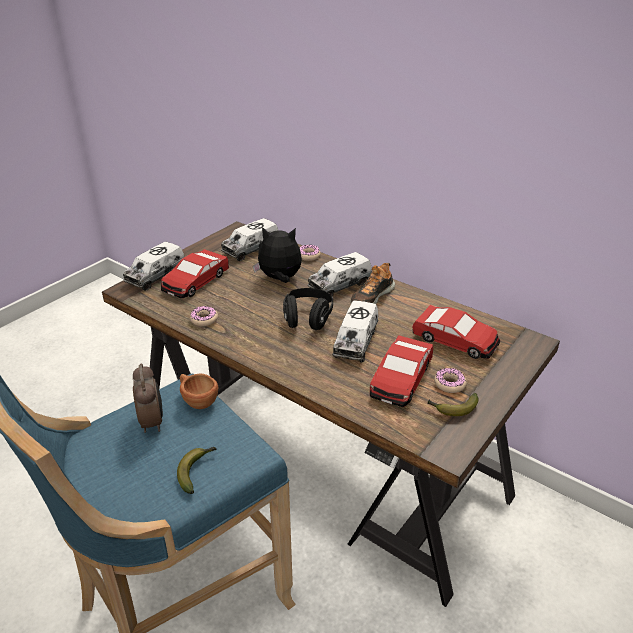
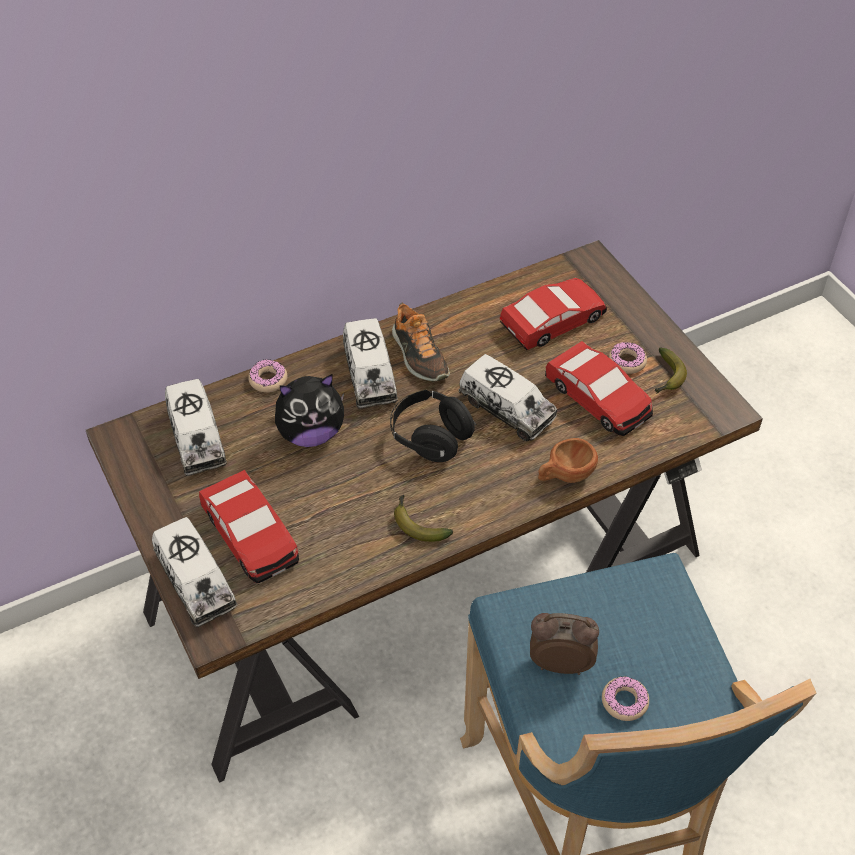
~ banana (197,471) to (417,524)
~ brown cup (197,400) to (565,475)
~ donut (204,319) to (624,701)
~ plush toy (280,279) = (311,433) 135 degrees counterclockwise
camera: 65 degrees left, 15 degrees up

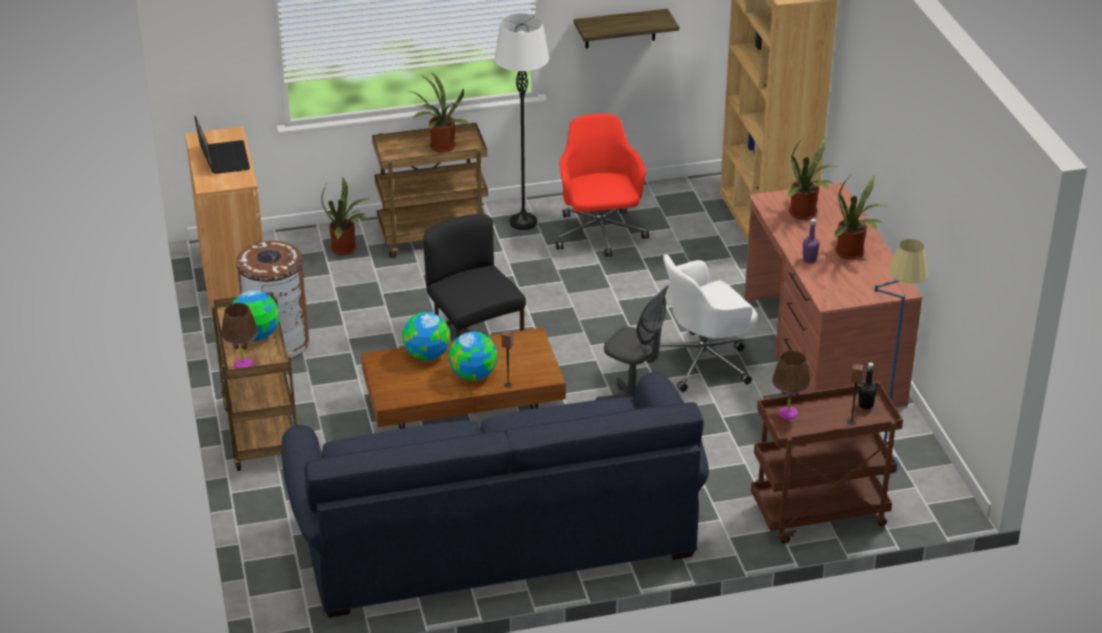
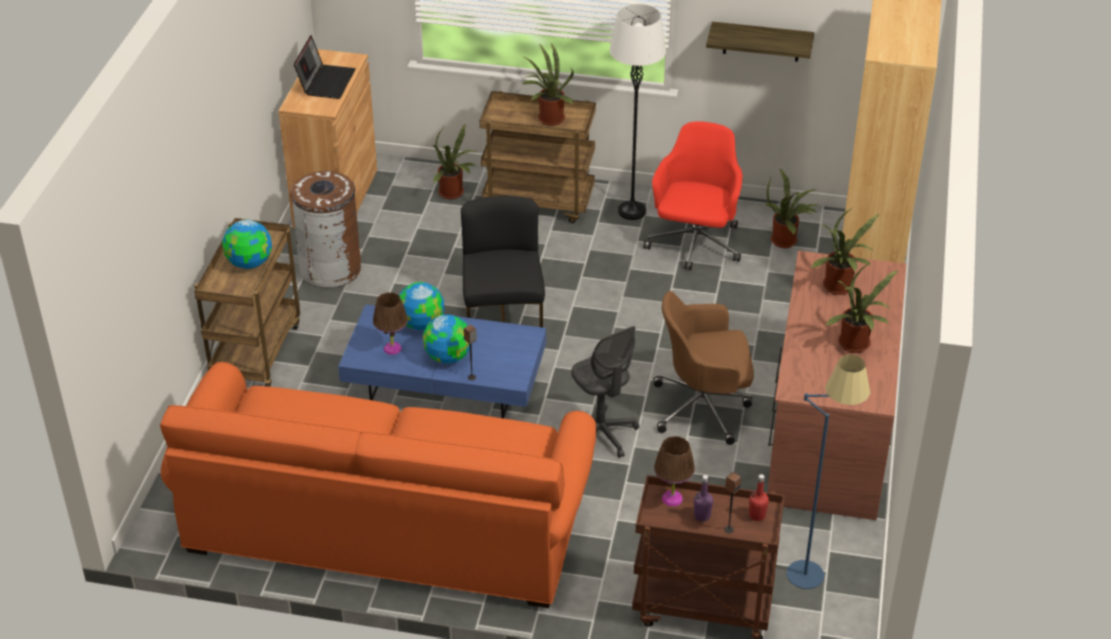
+ potted plant (786,241)
~ brown table lamp (243,364) to (392,349)
~ purple bottle (809,260) to (702,516)
~ blue sofa (496,536) to orange sofa (385,523)
~ brown coffee table (463,409) to blue coffee table (444,385)
~ white office chair (704,361) to brown office chair (703,407)
~ black bottle (865,405) to red bottle (757,515)
camera: 25 degrees right, 5 degrees up

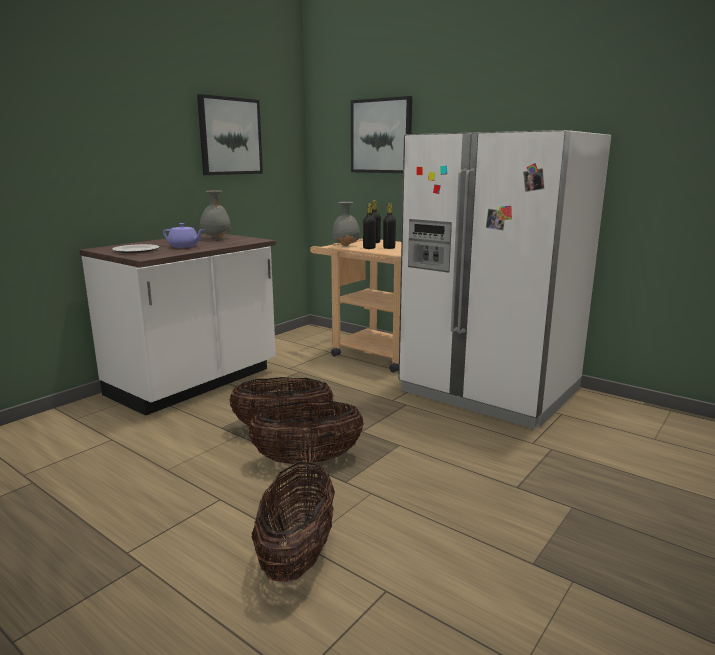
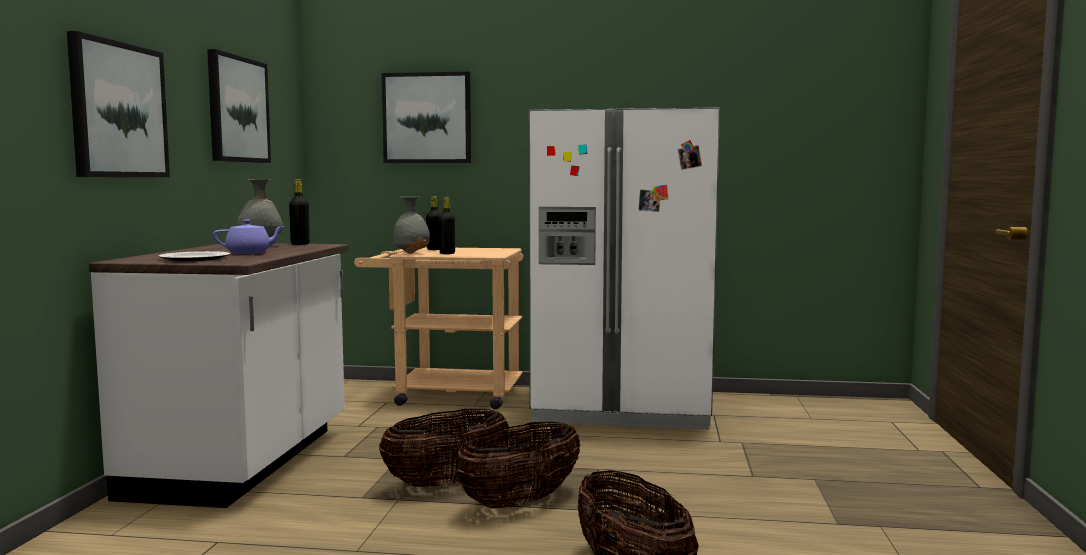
+ picture (118,110)
~ black bottle (389,248) to (300,244)
camera: 30 degrees left, 10 degrees down

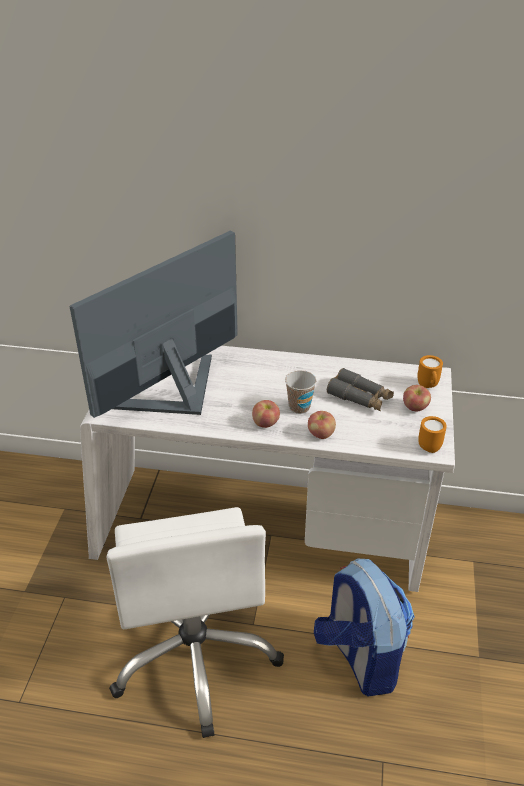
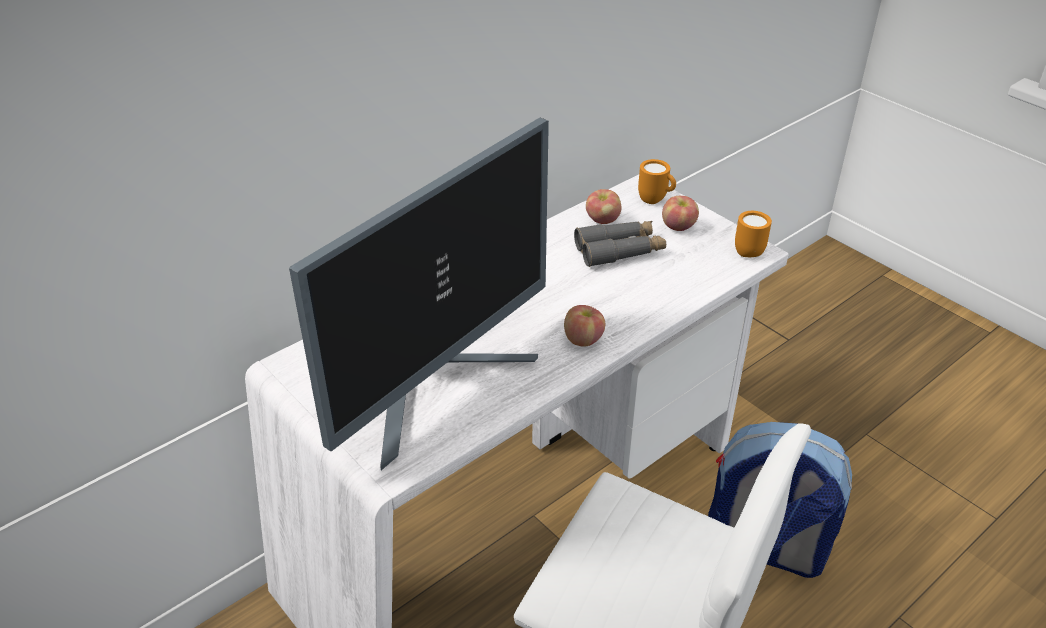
- cup (299,407)
~ apple (321,434) to (603,220)
~ monitor (175,395) = (438,386) 135 degrees counterclockwise
camera: 50 degrees left, 0 degrees up

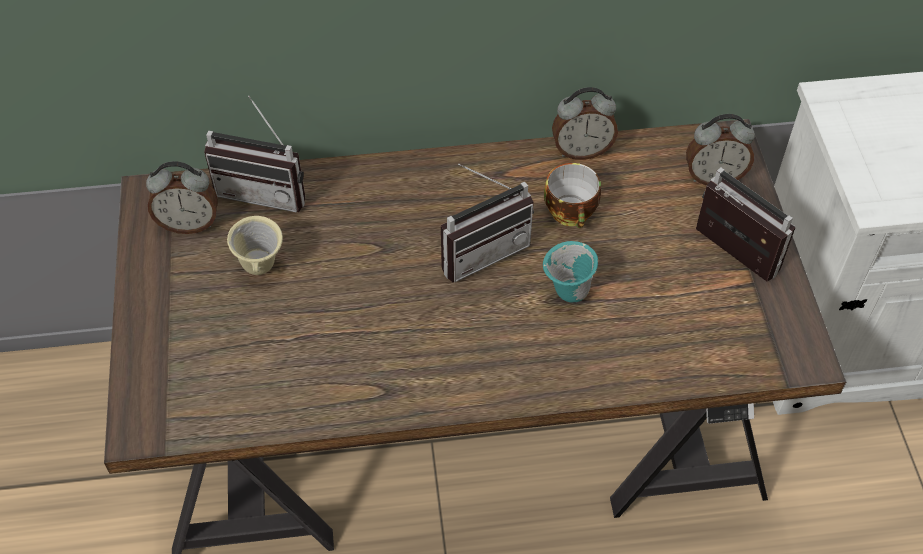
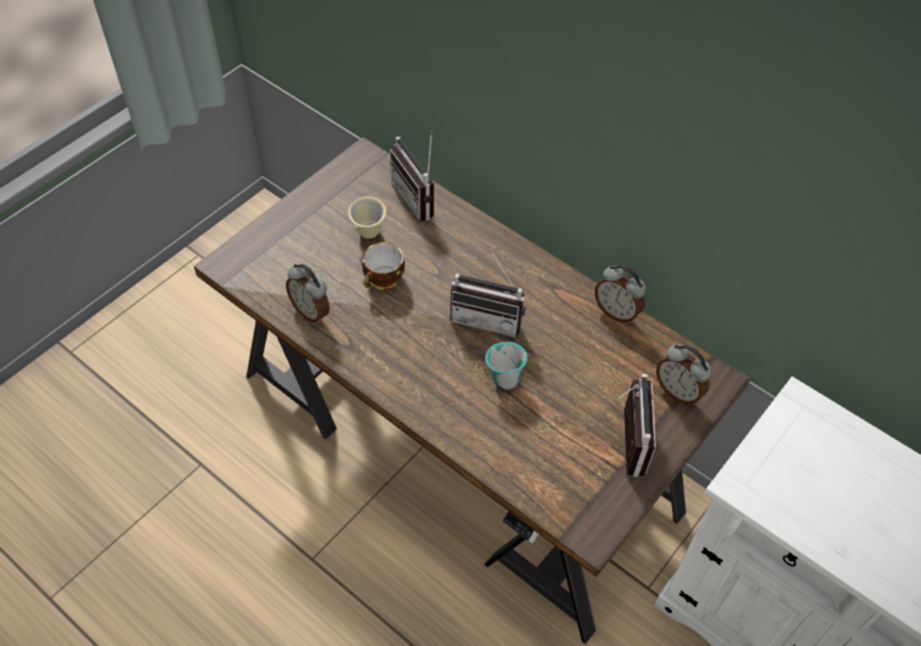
~ alarm clock (189,223) to (311,311)
~ cup (572,213) to (383,280)
camera: 45 degrees right, 0 degrees up

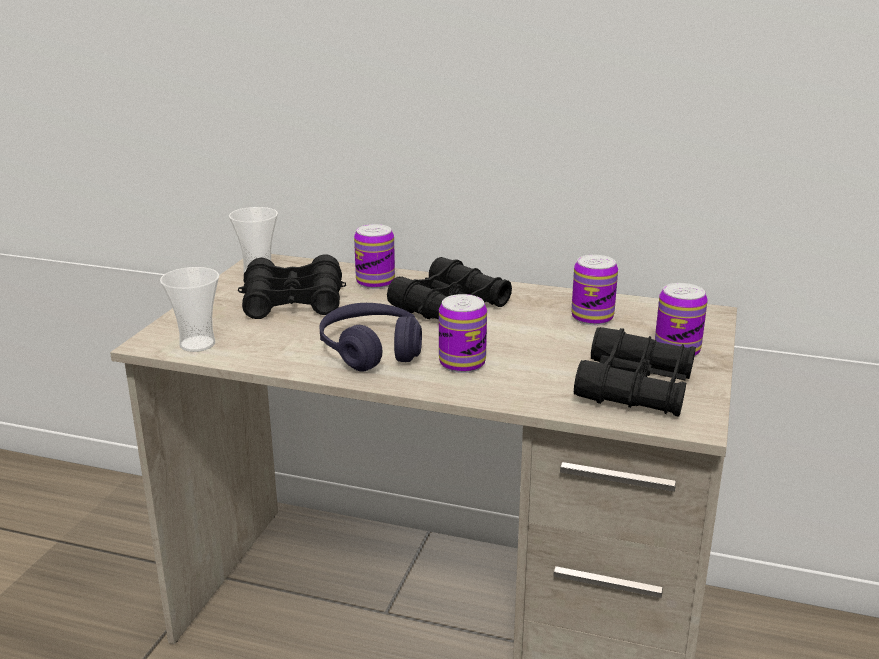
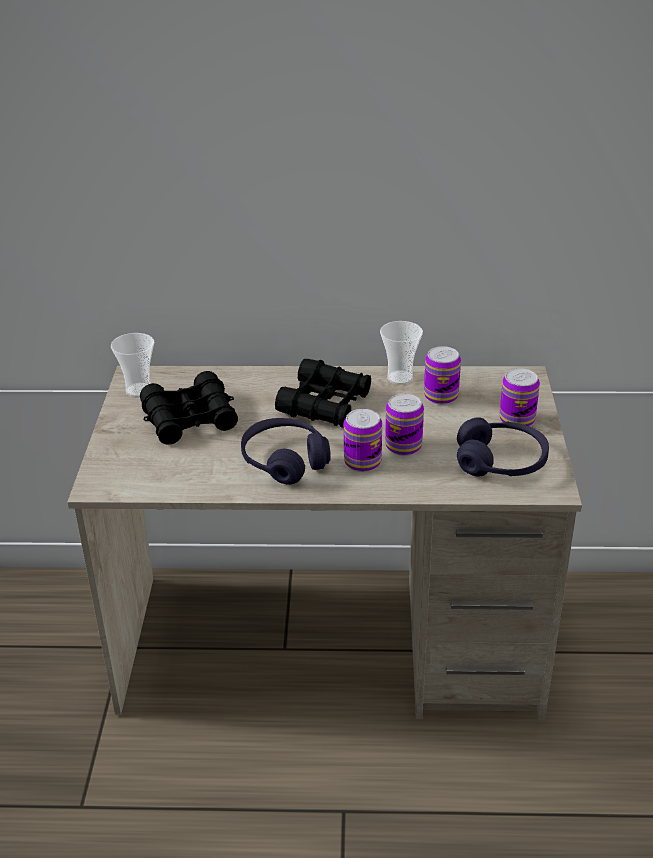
~ cup (197,344) to (400,378)
~ can (375,282) to (403,446)
~ black binoculars (635,387) to purple headphones (501,462)
camera: 15 degrees left, 10 degrees up

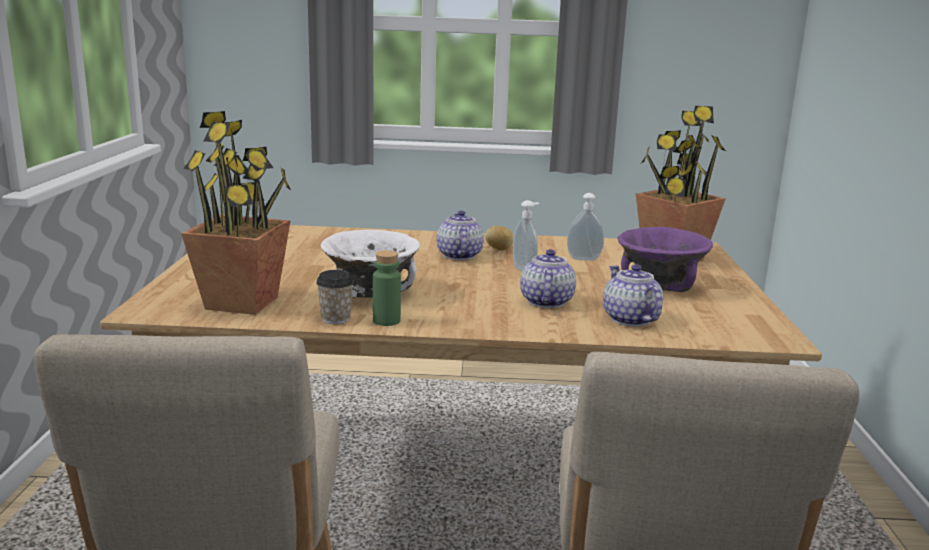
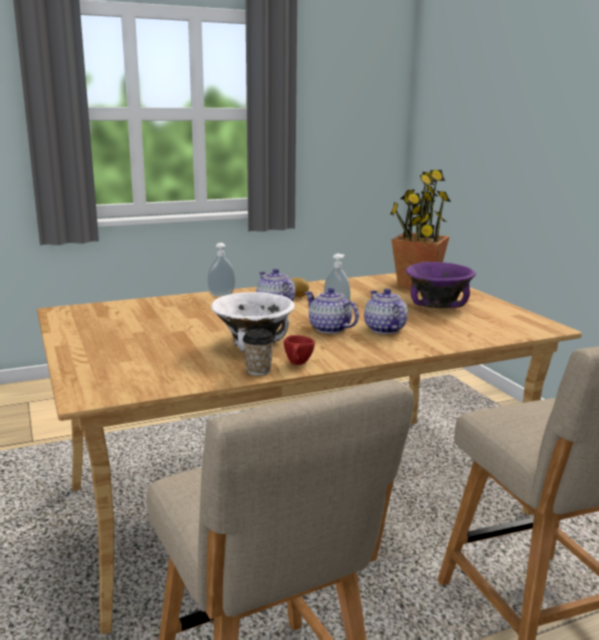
- potted plant (242,302)
~ soap dispenser (583,258) to (221,295)
~ teapot (629,319) to (329,329)
~ green bottle (386,321) to red cup (298,364)
camera: 25 degrees left, 0 degrees up

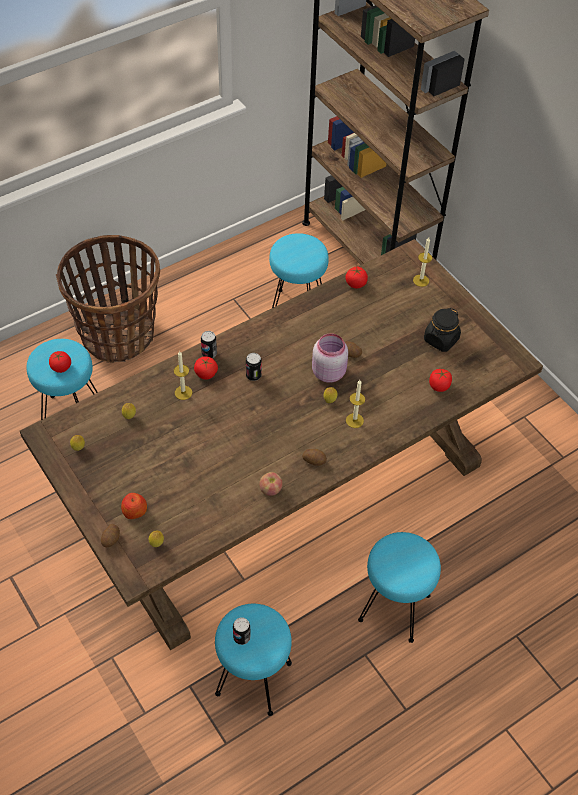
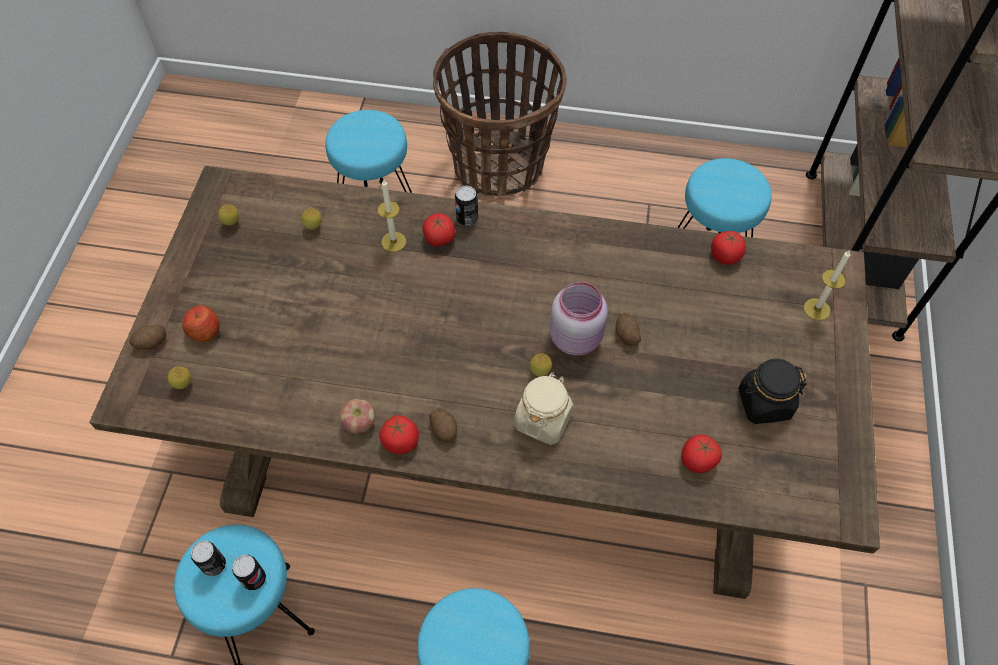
~ tomato (61,367) to (401,441)
~ can (253,375) to (254,579)
~ candle (354,420) to beige jar (543,419)
camera: 45 degrees right, 5 degrees up

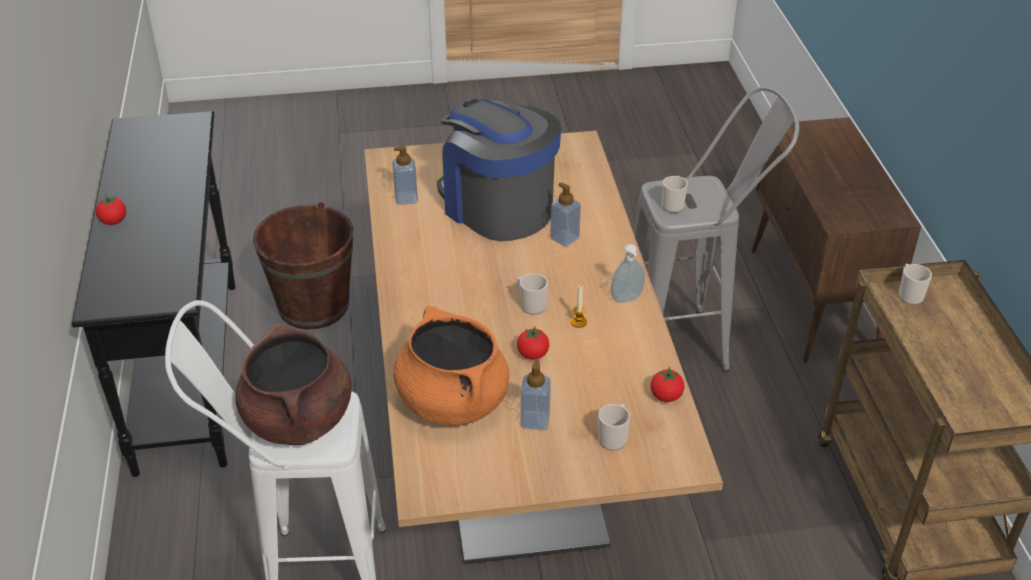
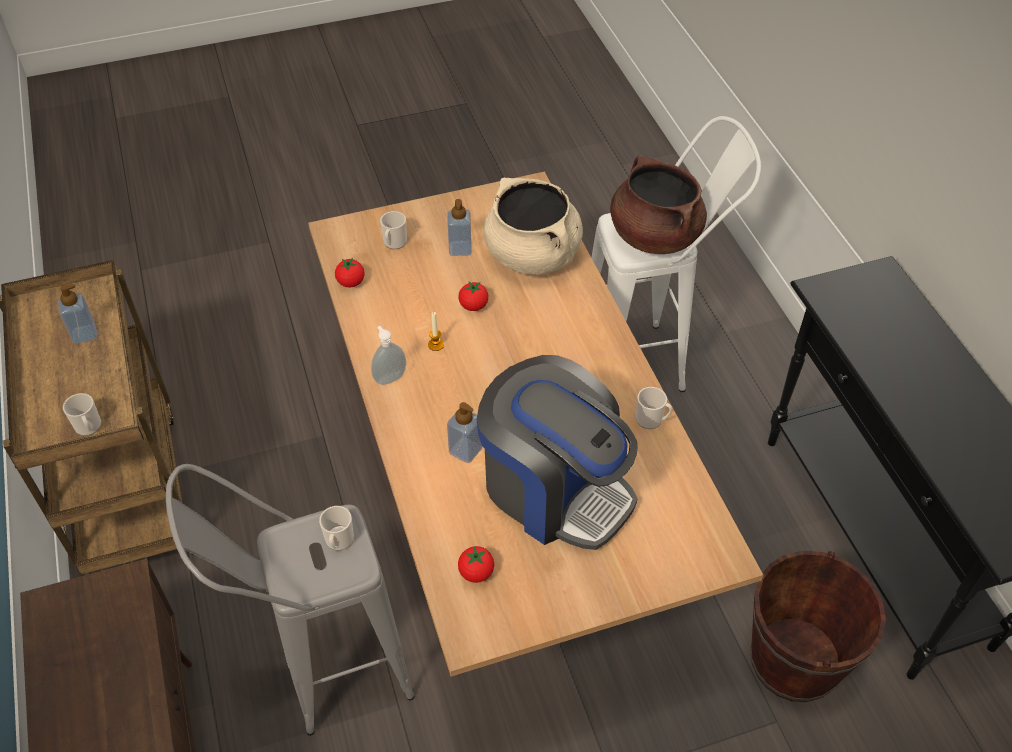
~ tomato (113,221) to (476,572)
~ soap dispenser (406,198) to (84,334)
~ mug (530,305) to (652,420)
~ orange cooking pot (452,401) to beige cooking pot (533,255)
camera: 170 degrees right, 10 degrees up

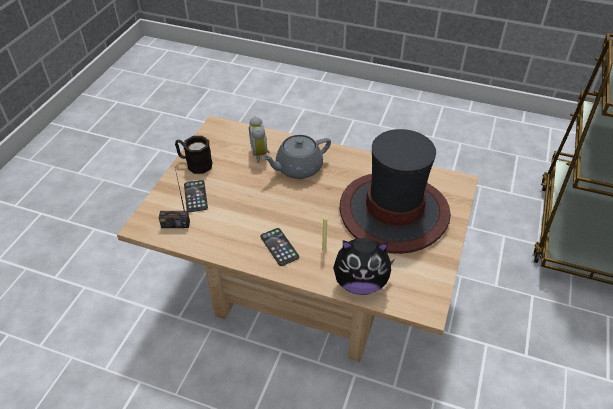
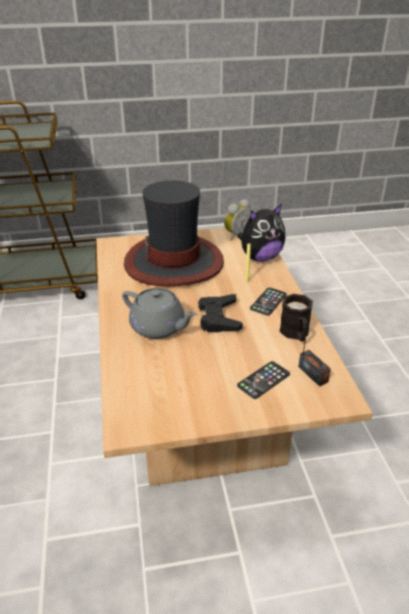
+ black game controller (219,318)
~ black mug (195,164) to (296,334)
~ alarm clock (261,154) to (236,235)
~ plush toy (360,283) = (260,257) 90 degrees clockwise
camera: 120 degrees left, 10 degrees down

